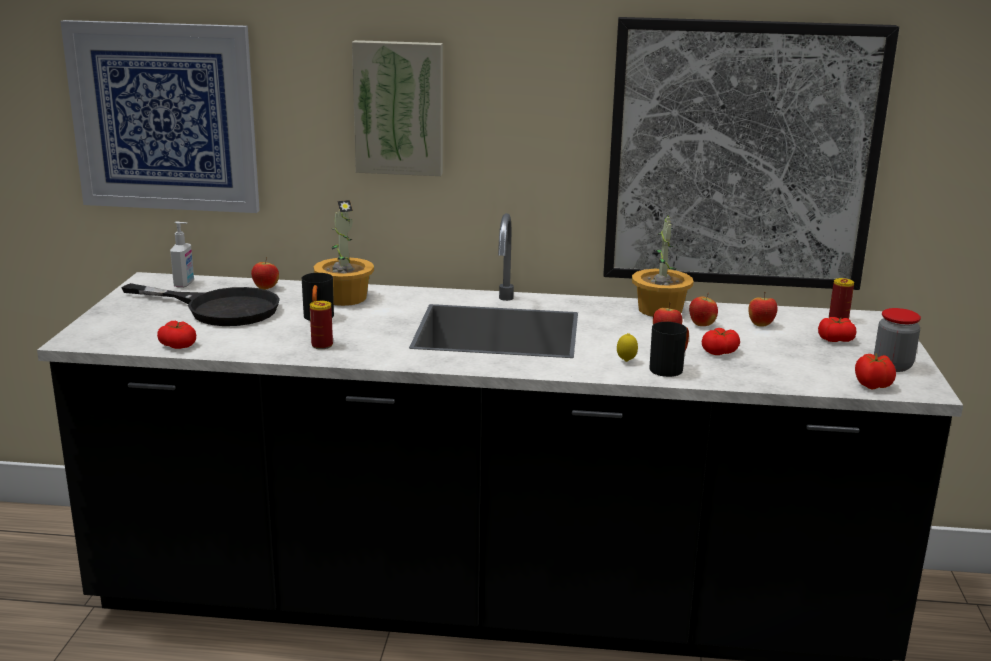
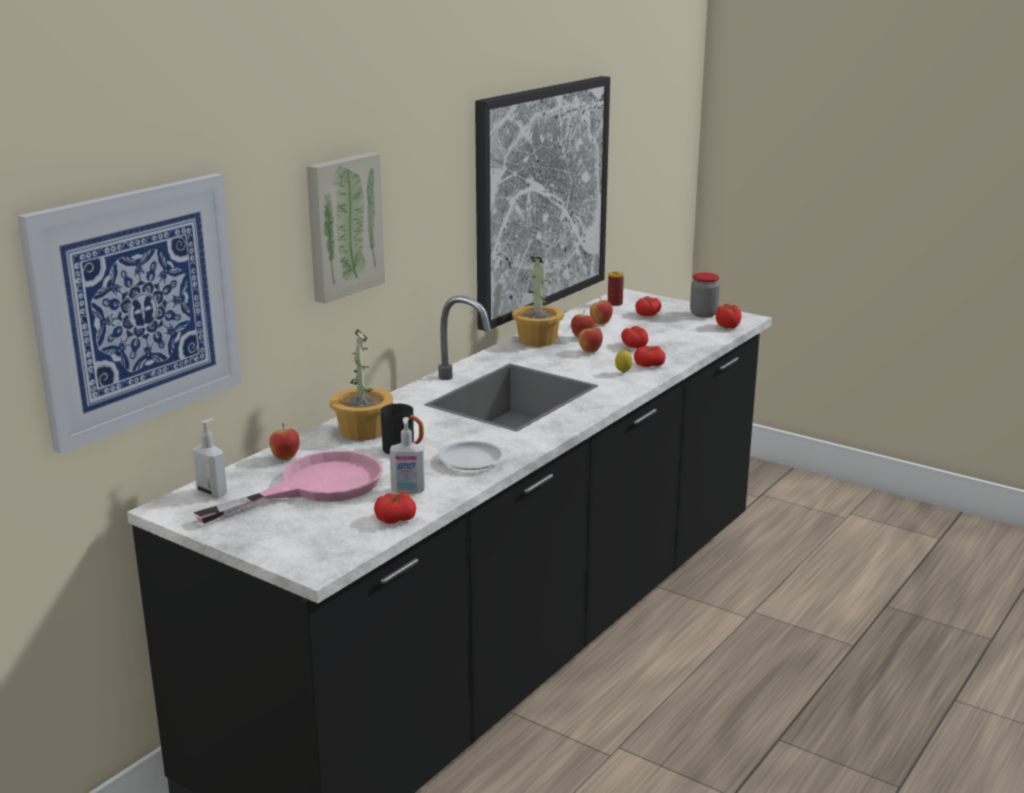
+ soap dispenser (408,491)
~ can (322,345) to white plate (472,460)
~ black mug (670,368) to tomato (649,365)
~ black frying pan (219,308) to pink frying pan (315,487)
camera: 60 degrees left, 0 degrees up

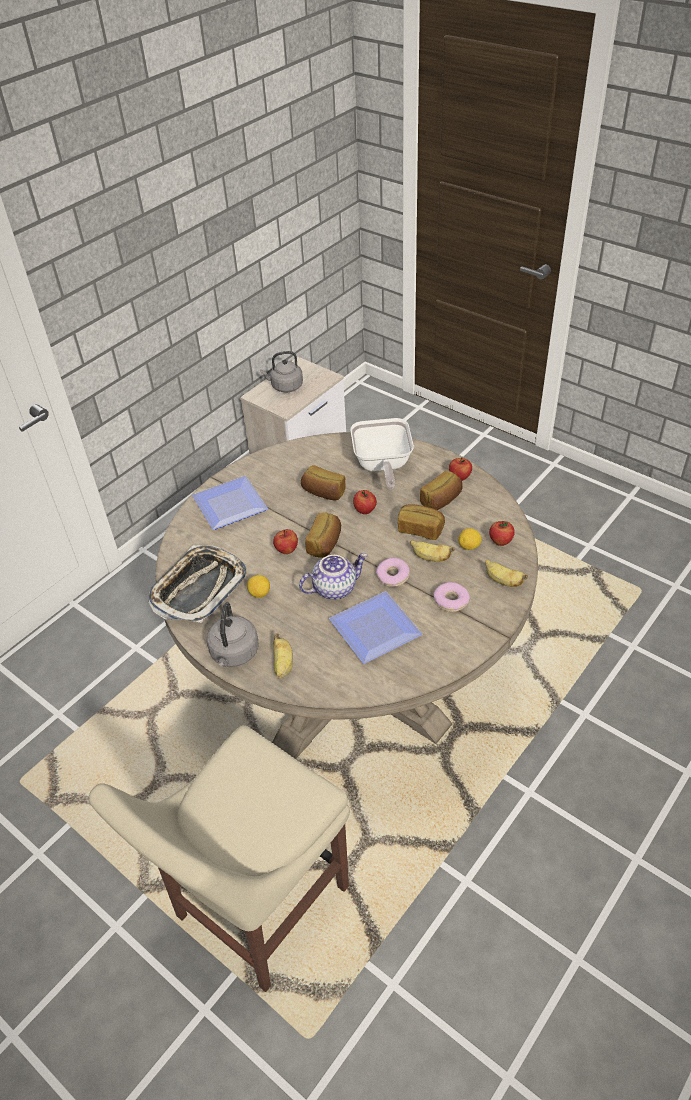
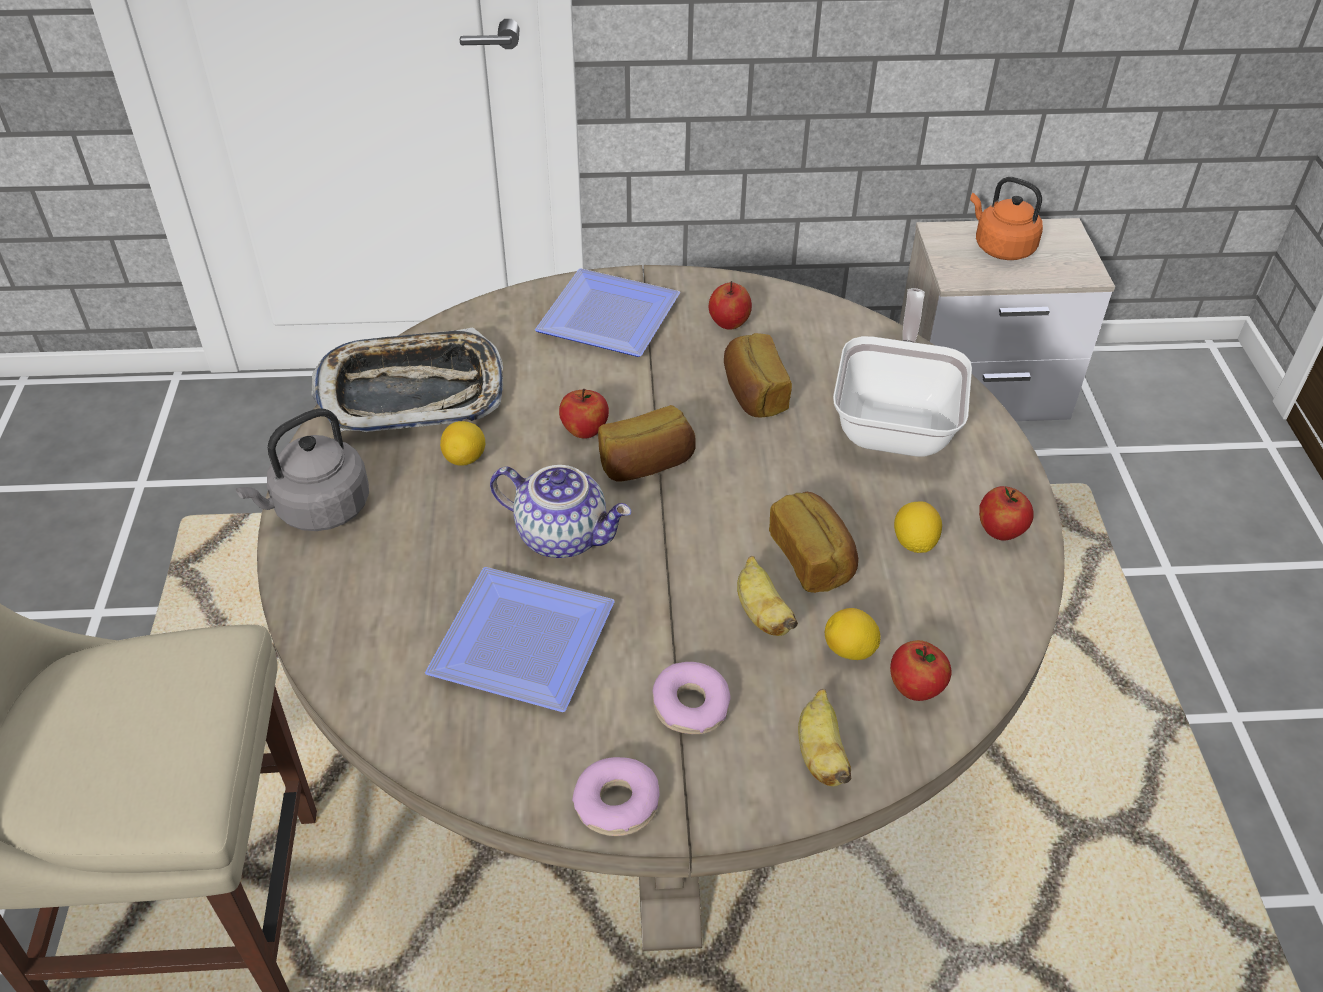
- banana (283,665)
~ apple (365,510) to (729,323)
~ donut (392,576) to (616,803)
~ bread (441,500) to lemon (914,543)
~ grey kettle (285,386) to orange kettle (1001,247)
~ frying pan (382,466) = (897,420) 150 degrees clockwise
camera: 45 degrees right, 0 degrees up

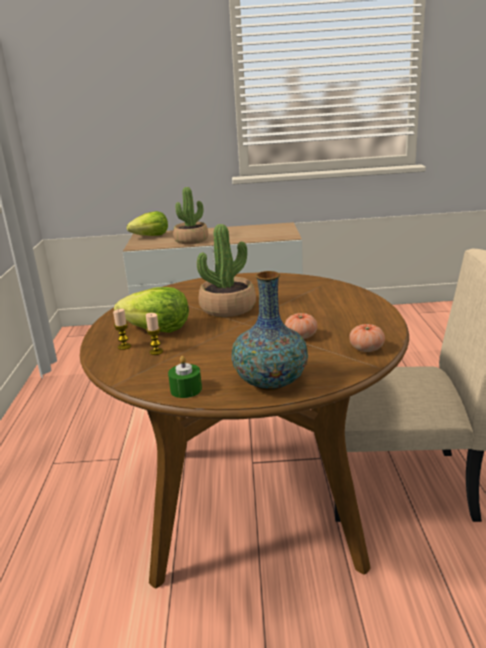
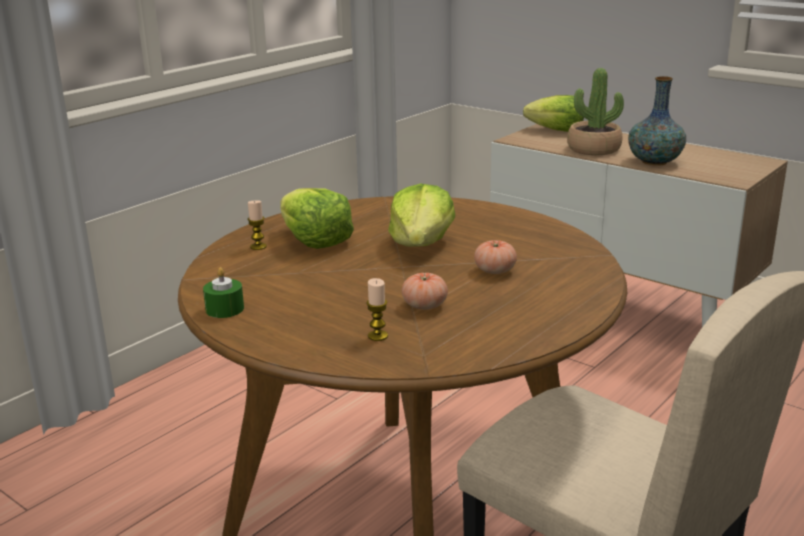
~ candle (156,352) to (377,336)
~ vase (270,382) to (654,162)
~ tomato (366,349) to (495,270)
~ potted plant (228,308) to lettuce (421,244)
camera: 40 degrees right, 0 degrees up

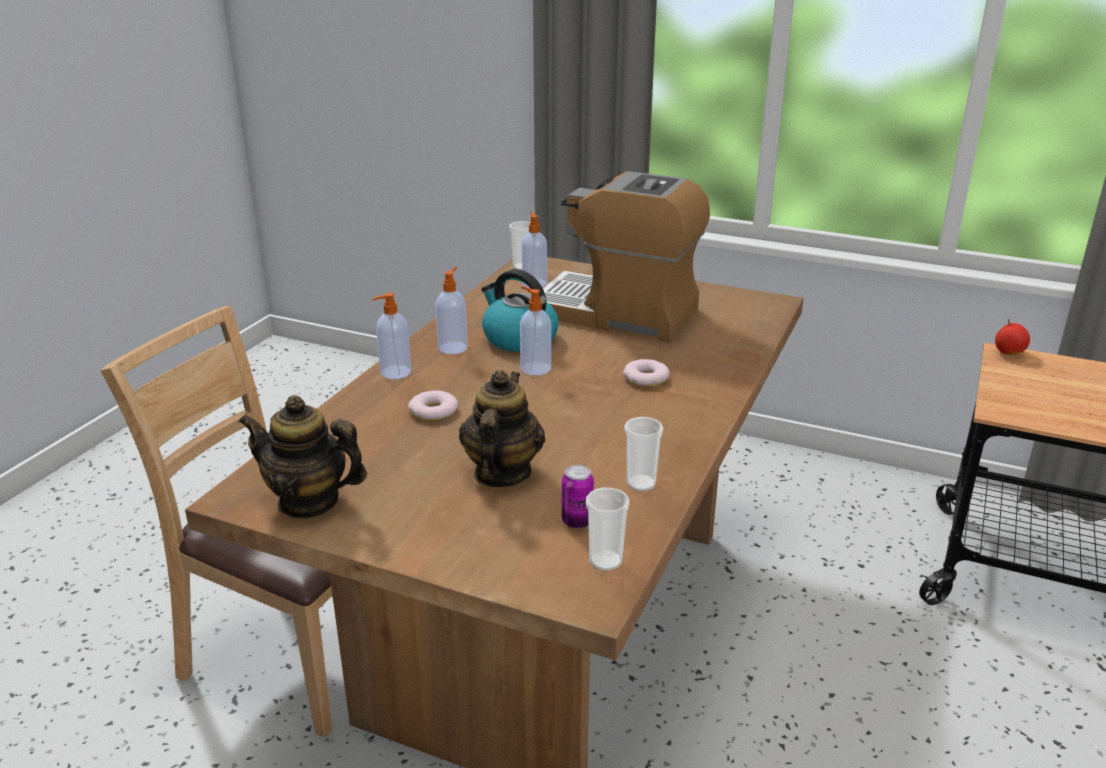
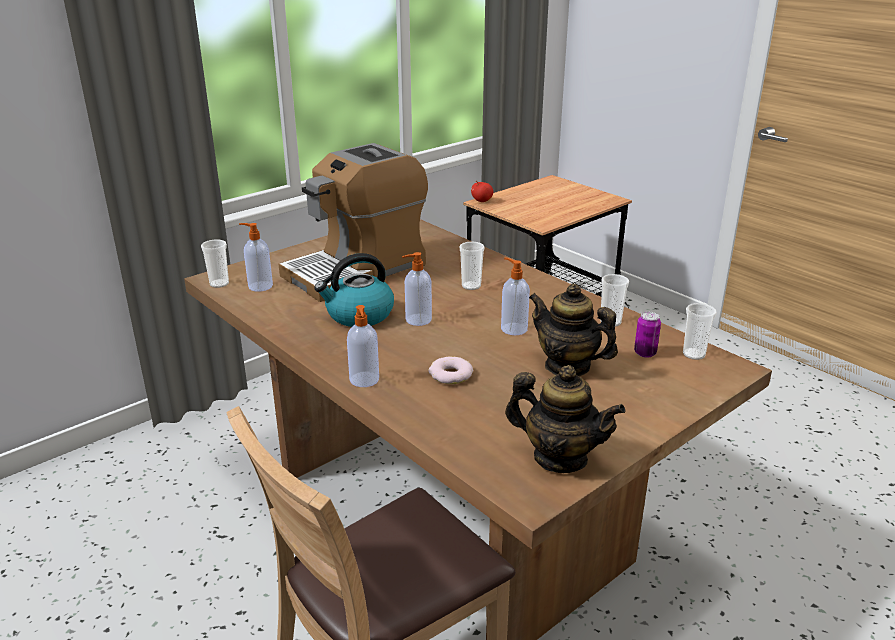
~ soap dispenser (453,347) to (513,328)
~ donut (646,378) to cup (471,286)
~ teapot (309,501) = (560,458) 105 degrees counterclockwise
camera: 65 degrees left, 0 degrees up

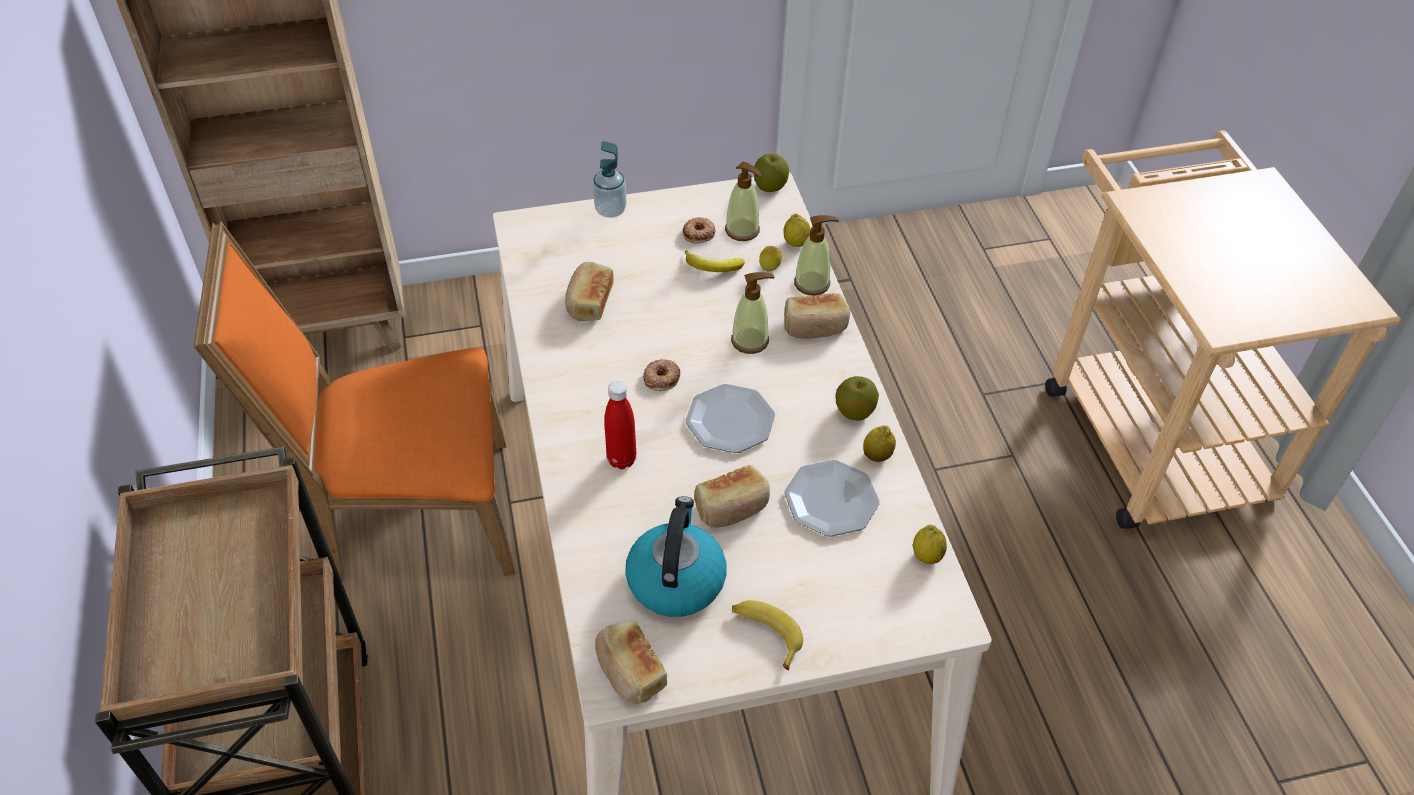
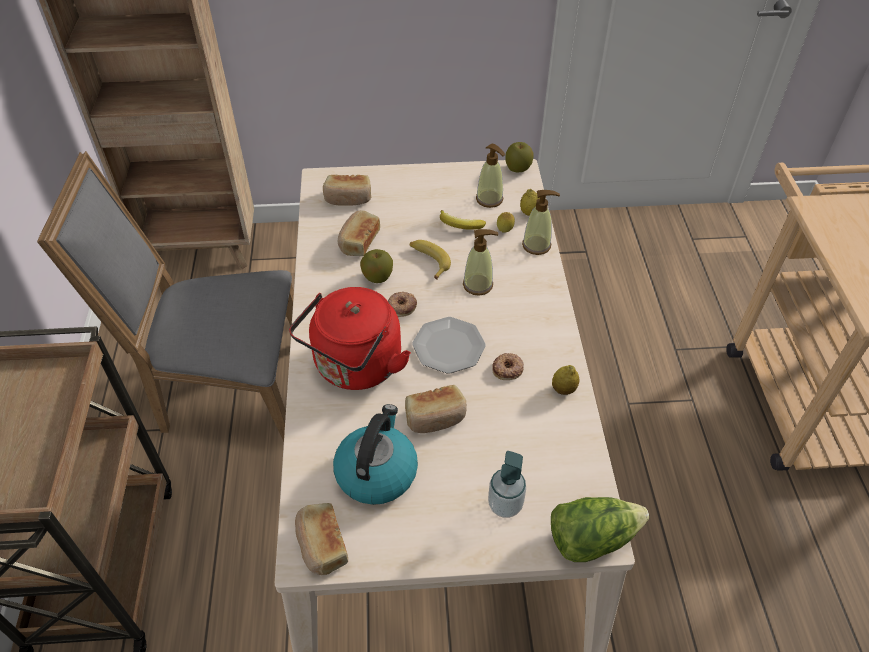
- plate (830,501)
- lemon (927,556)
+ lettuce (591,537)
~ soap dispenser (610,210) to (505,505)
~ donut (699,233) to (508,369)
~ banana (766,633) to (428,261)
~ bread (815,326) to (348,198)
~ apple (854,412) to (377,277)
~ red bottle (621,459) to red kettle (355,368)
~ orange chair (410,515) to grey chair (226,390)
camera: 10 degrees right, 0 degrees up

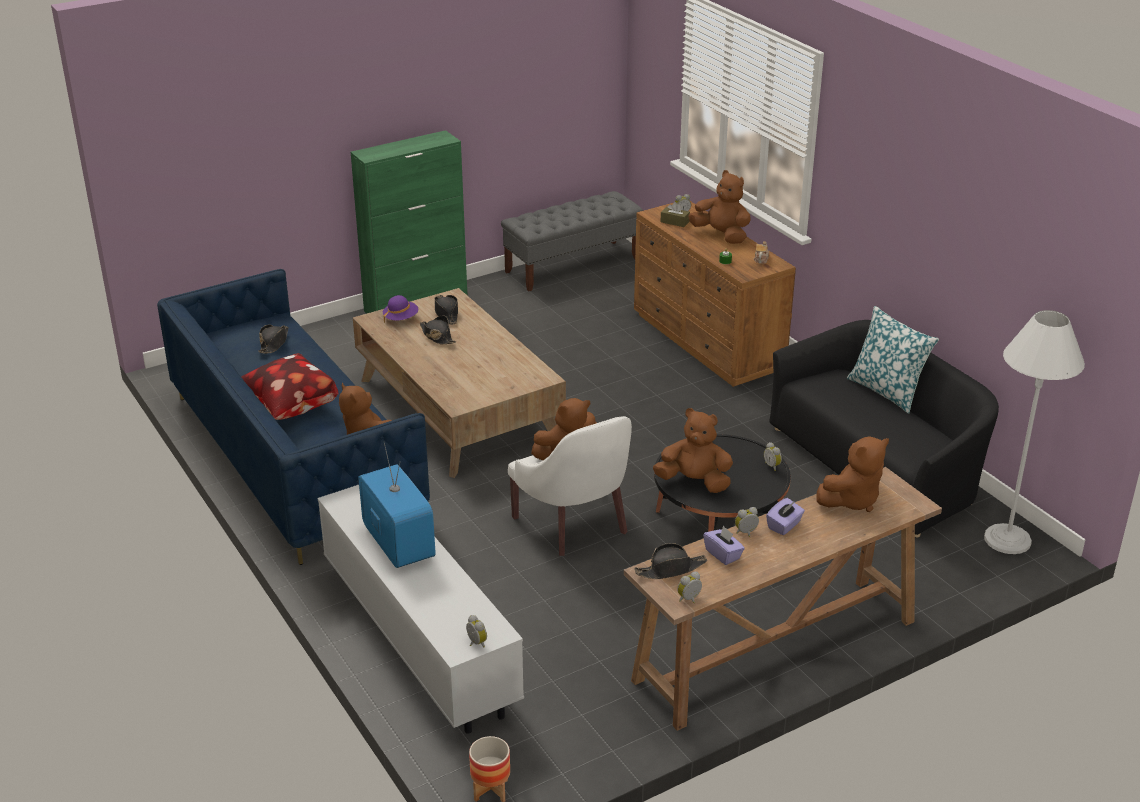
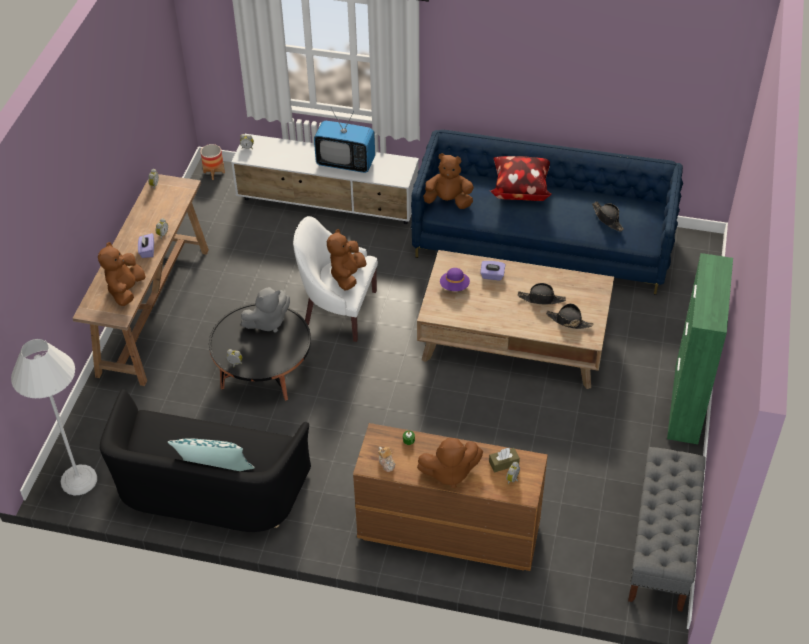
- black hat (670,569)
~ purple hat (401,318) to (454,286)
~ purple tissue box (723,554) to (492,276)
~ brown plush toy (694,482) to grey plush toy (267,322)
camera: 135 degrees right, 15 degrees up

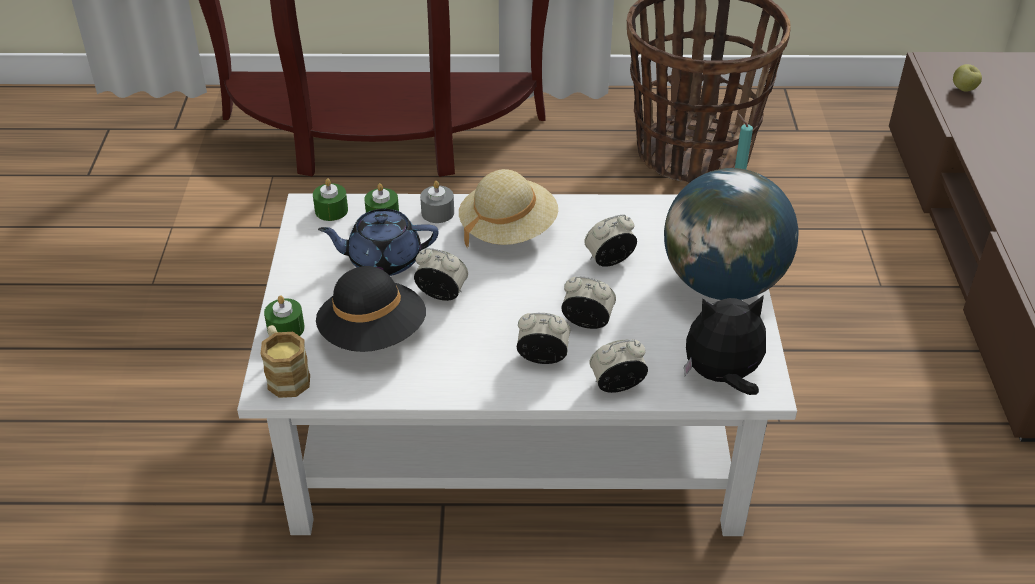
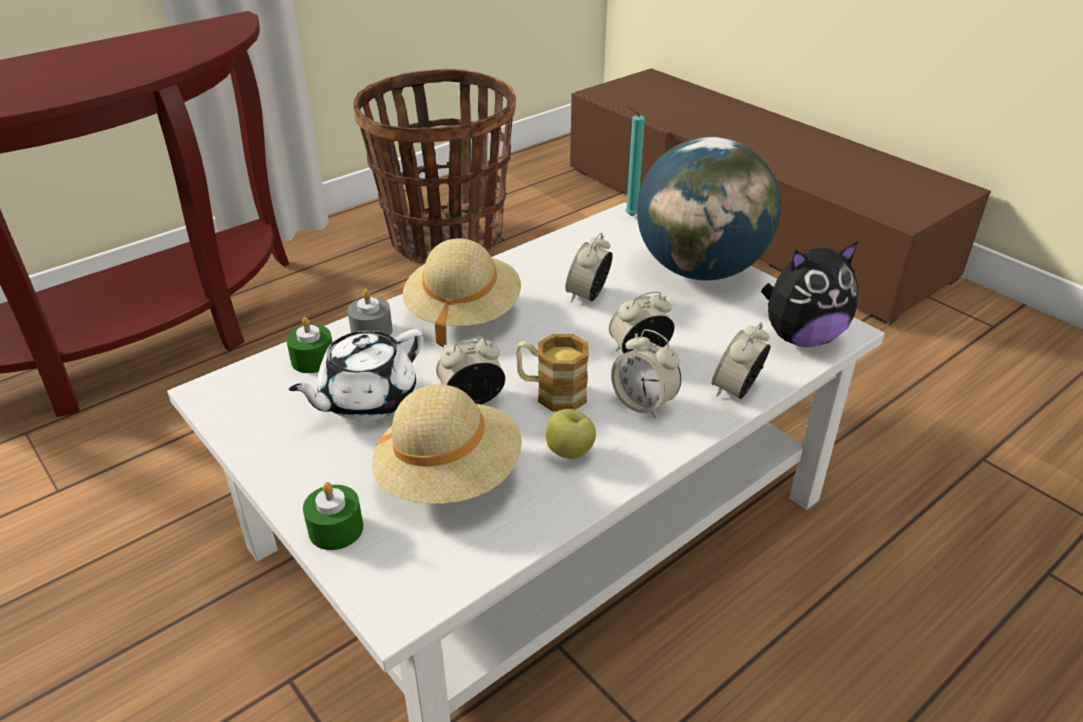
- green candle (331,210)
~ mug (285,375) to (551,392)
~ apple (963,89) to (569,452)
~ black hat (373,335) to beige hat (449,477)
~ blue teapot (383,260) to white teapot (366,400)
~ alarm clock (542,358) = (643,403) 105 degrees counterclockwise
~ plush toy (722,377) = (801,337) 150 degrees counterclockwise
camera: 40 degrees left, 5 degrees down

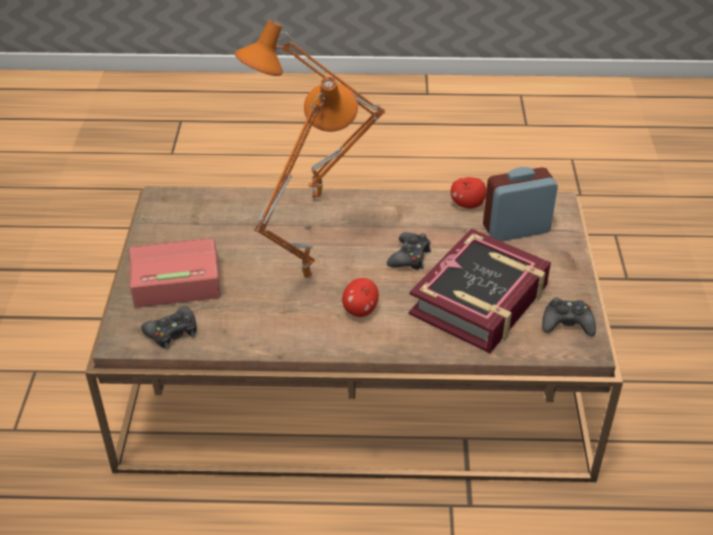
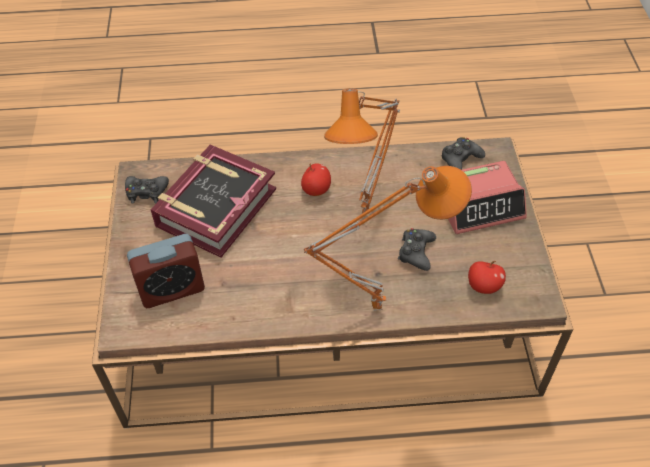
~ black game controller (409,257) to (416,252)
~ apple (467,204) to (483,286)
camera: 175 degrees right, 10 degrees up

